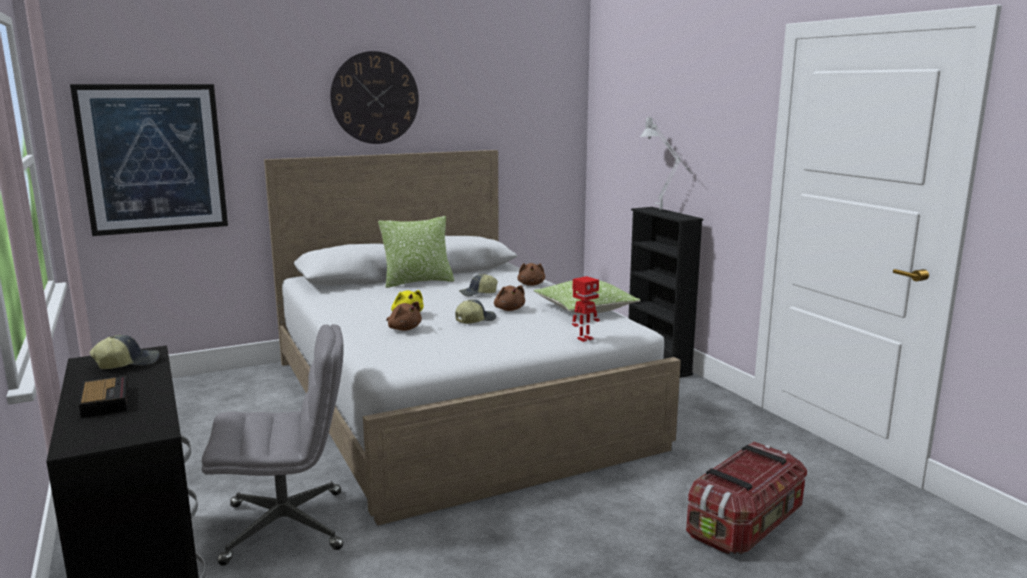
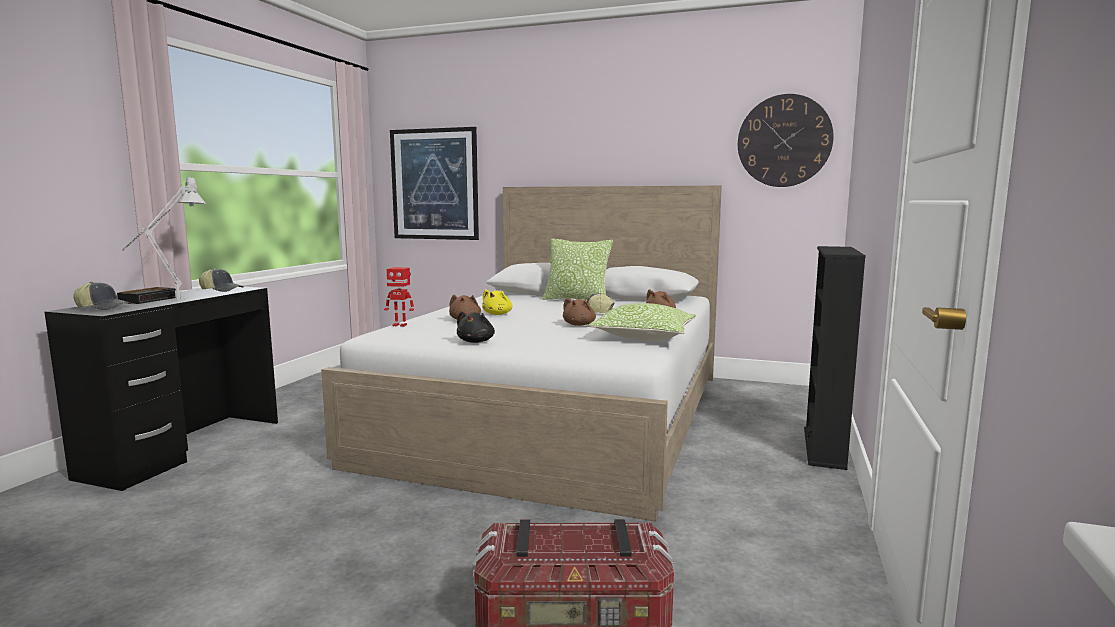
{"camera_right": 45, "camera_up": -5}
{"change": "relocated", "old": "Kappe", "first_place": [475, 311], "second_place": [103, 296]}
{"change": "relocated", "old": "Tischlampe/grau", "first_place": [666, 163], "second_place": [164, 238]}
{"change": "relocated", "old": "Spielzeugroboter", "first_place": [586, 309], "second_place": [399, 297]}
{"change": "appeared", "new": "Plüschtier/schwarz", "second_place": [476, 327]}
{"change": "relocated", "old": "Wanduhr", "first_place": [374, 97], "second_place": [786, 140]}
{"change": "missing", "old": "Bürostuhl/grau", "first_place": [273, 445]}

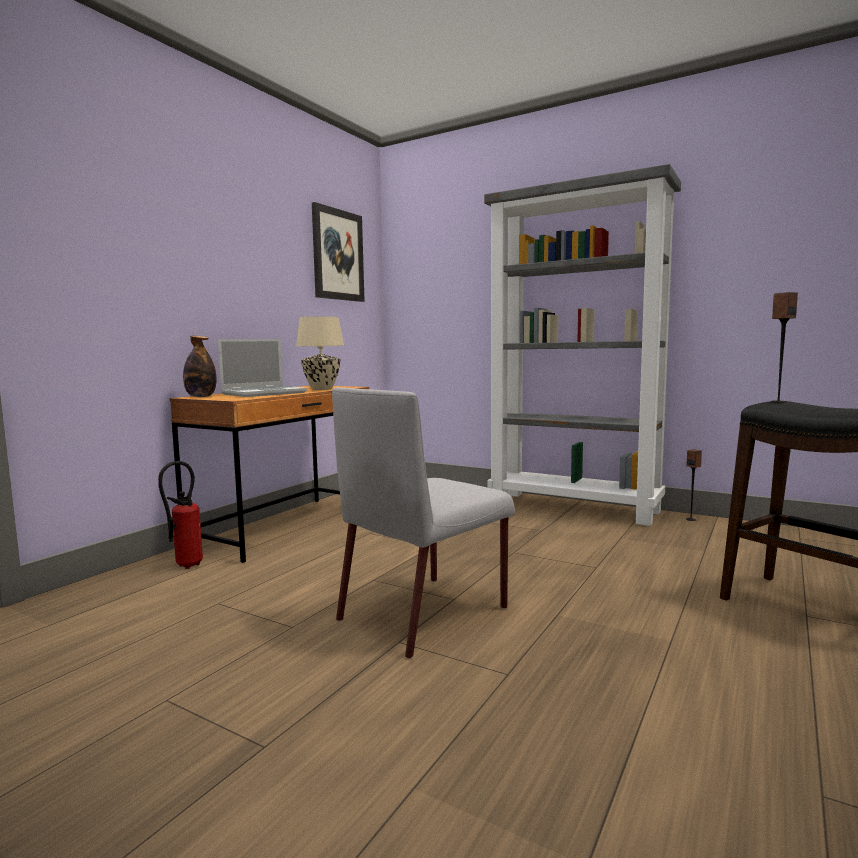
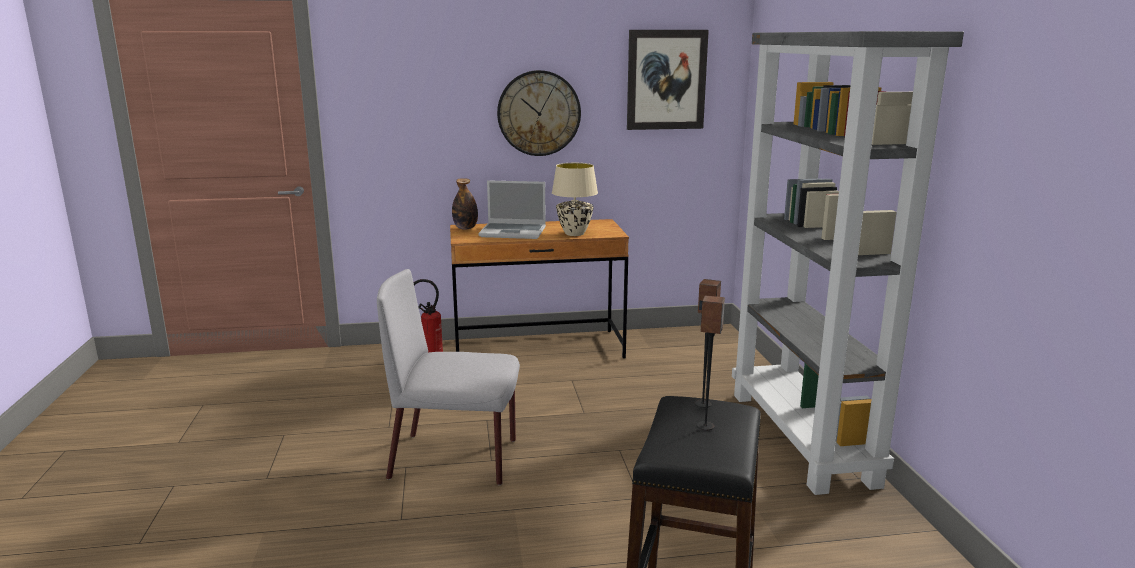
{"camera_right": 50, "camera_up": 10}
{"change": "appeared", "new": "Wanduhr", "second_place": [539, 113]}
{"change": "relocated", "old": "Lautsprecher", "first_place": [694, 485], "second_place": [711, 363]}

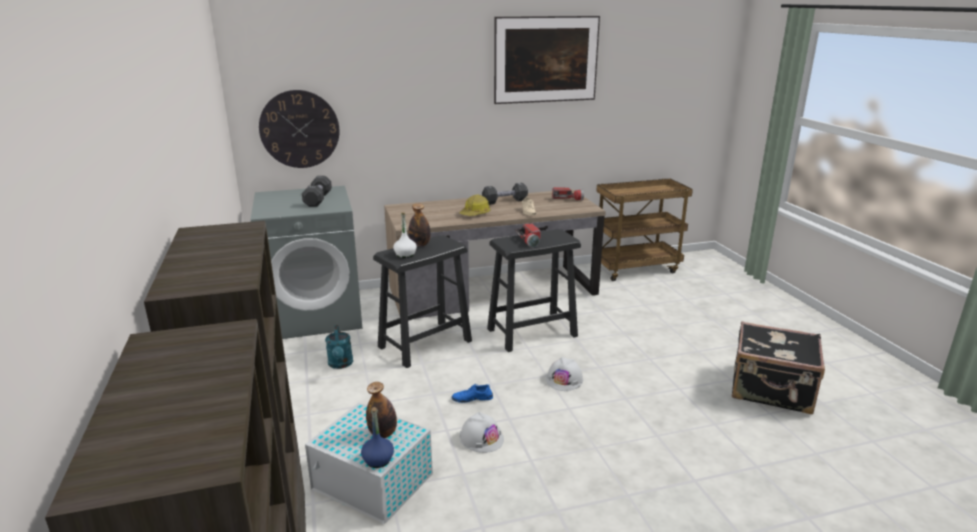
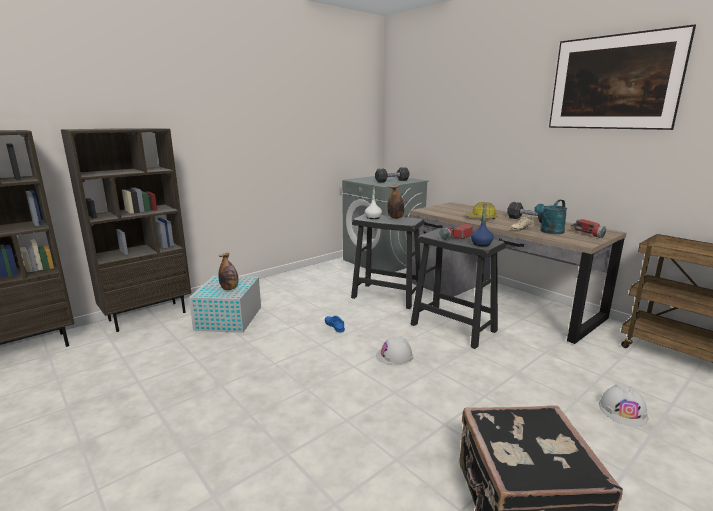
{"camera_right": 65, "camera_up": -5}
{"change": "relocated", "old": "Flasche/blau", "first_place": [377, 437], "second_place": [482, 224]}
{"change": "relocated", "old": "Gießkanne/türkis", "first_place": [339, 347], "second_place": [550, 217]}
{"change": "relocated", "old": "Schutzhelm/weiß", "first_place": [482, 432], "second_place": [623, 405]}
{"change": "missing", "old": "Wanduhr", "first_place": [299, 129]}

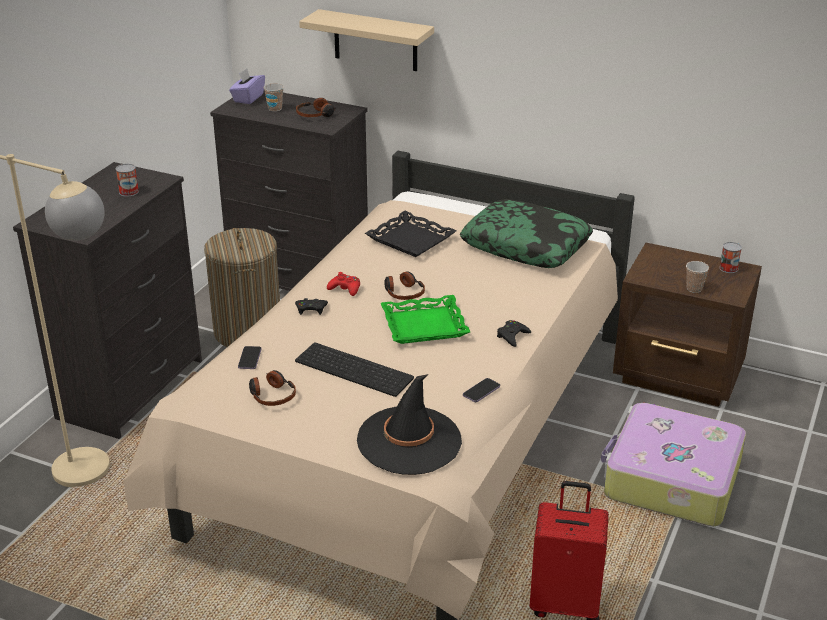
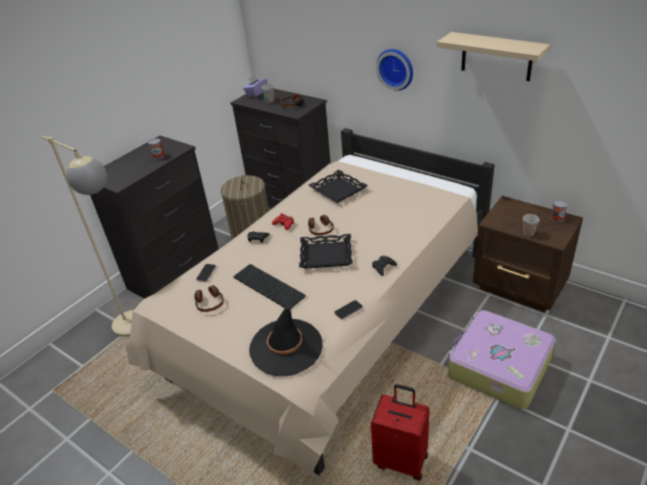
{"camera_right": 15, "camera_up": 5}
{"change": "colour", "old": "Tablett/grün", "new": "Tablett/schwarz", "first_place": [425, 319], "second_place": [326, 251]}
{"change": "appeared", "new": "Wanduhr", "second_place": [394, 70]}
{"change": "relocated", "old": "Wandregal/beige", "first_place": [366, 40], "second_place": [493, 56]}
{"change": "missing", "old": "Kissen", "first_place": [526, 233]}

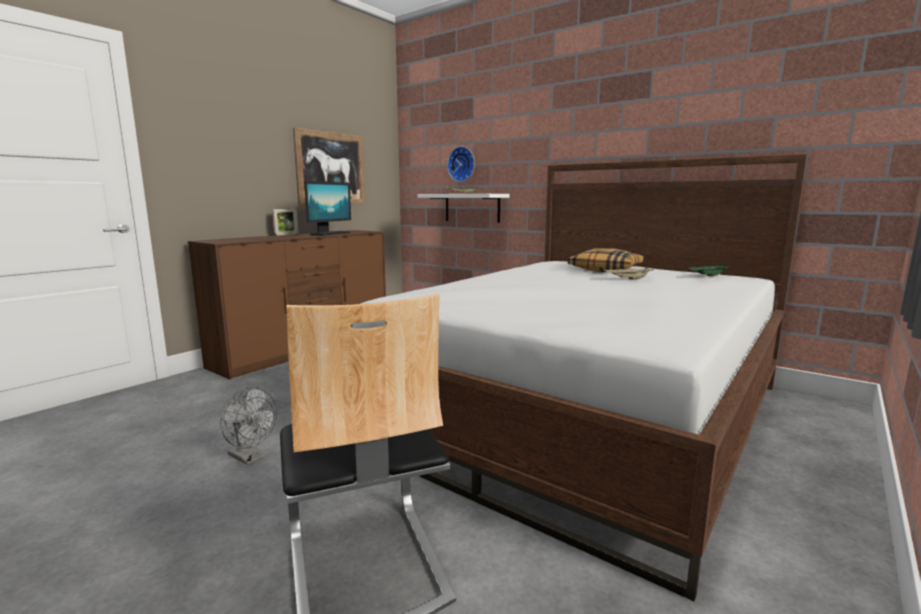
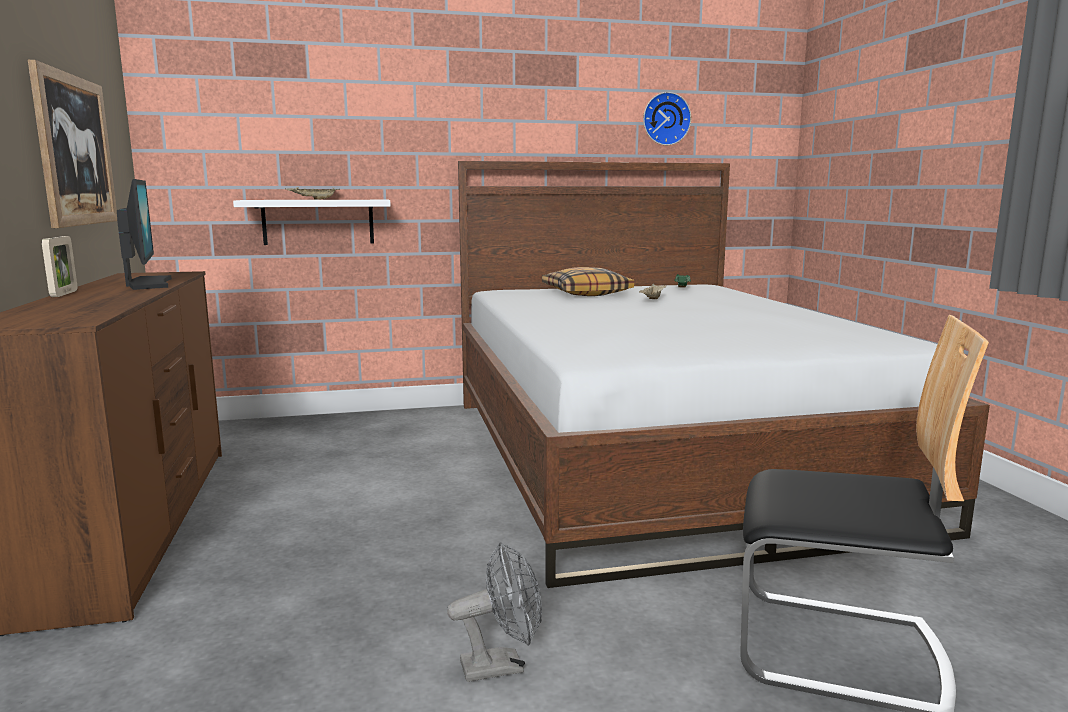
{"camera_right": -50, "camera_up": 0}
{"change": "relocated", "old": "Wanduhr", "first_place": [461, 164], "second_place": [667, 118]}

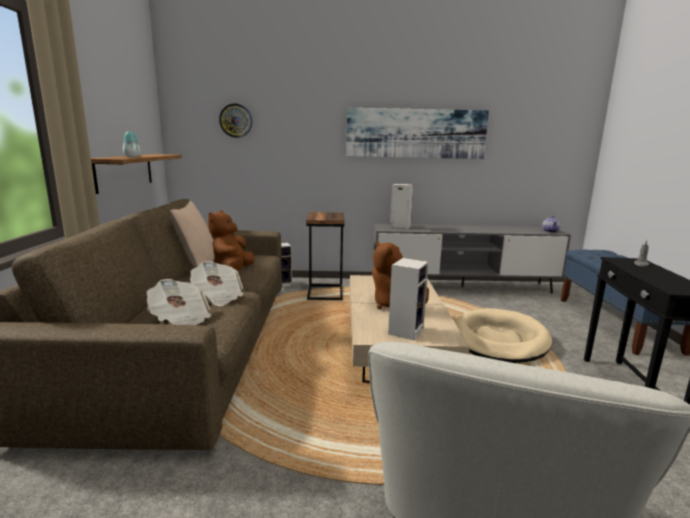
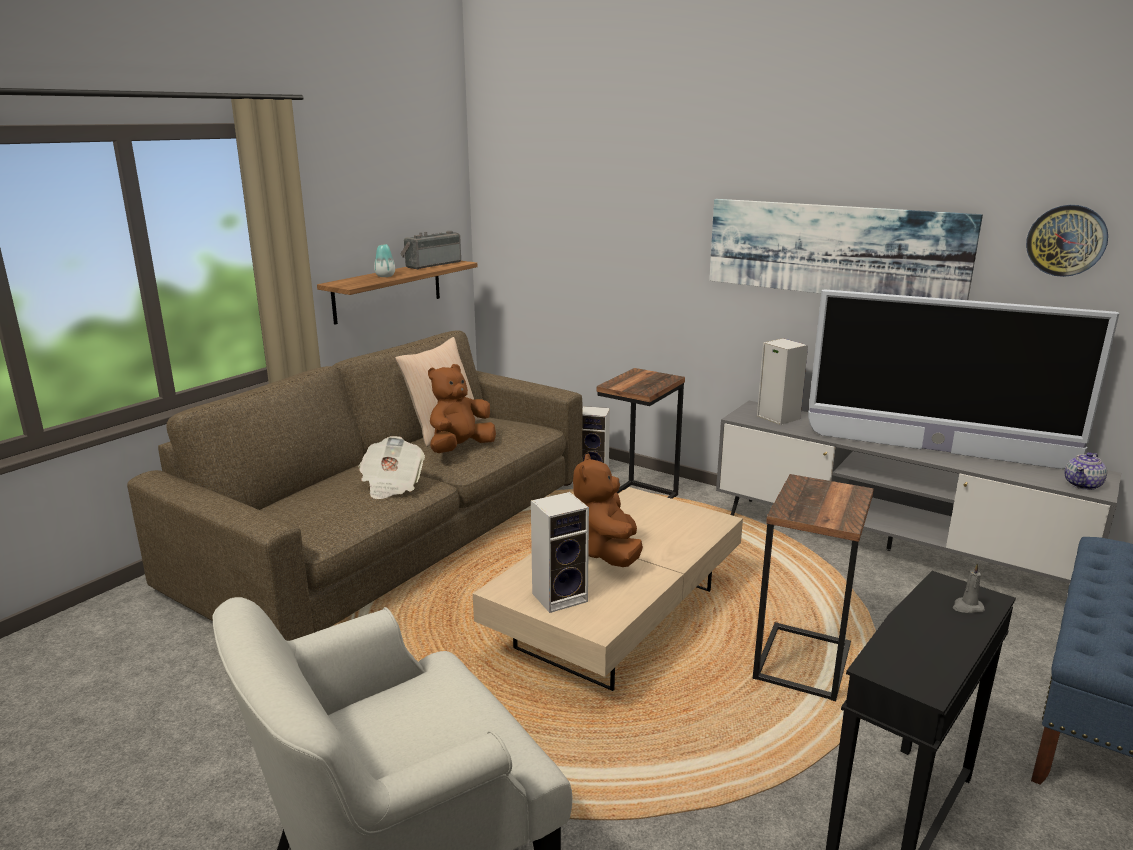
{"camera_right": 35, "camera_up": 5}
{"change": "appeared", "new": "Radio", "second_place": [431, 250]}
{"change": "exchanged", "old": "Hundebett/beige", "new": "Beistelltisch", "first_place": [503, 335], "second_place": [813, 587]}
{"change": "appeared", "new": "Fernseher", "second_place": [963, 379]}
{"change": "relocated", "old": "Wanduhr", "first_place": [235, 121], "second_place": [1067, 241]}
{"change": "missing", "old": "Zeitung", "first_place": [178, 302]}

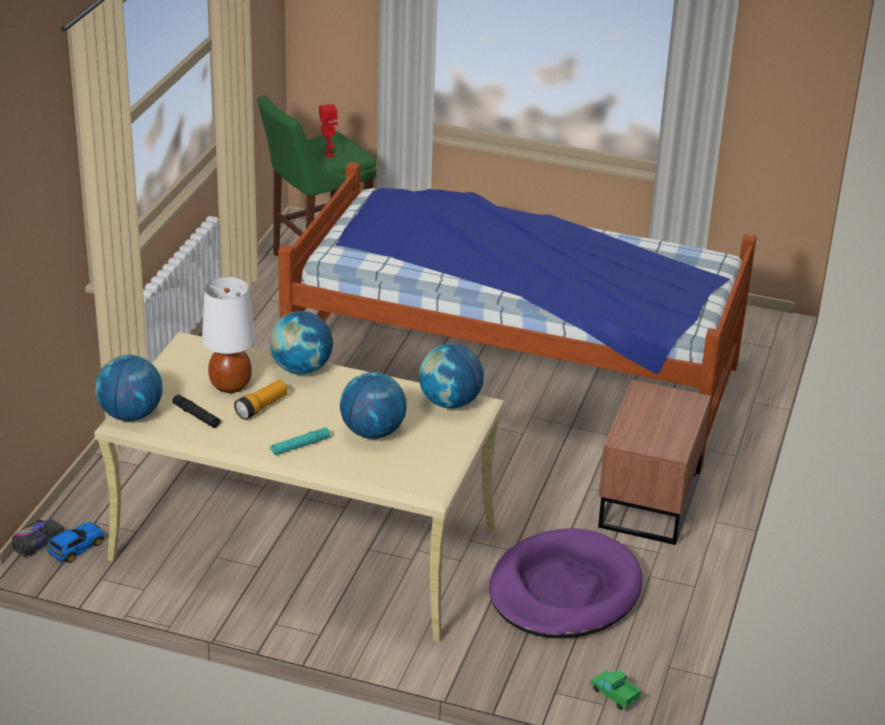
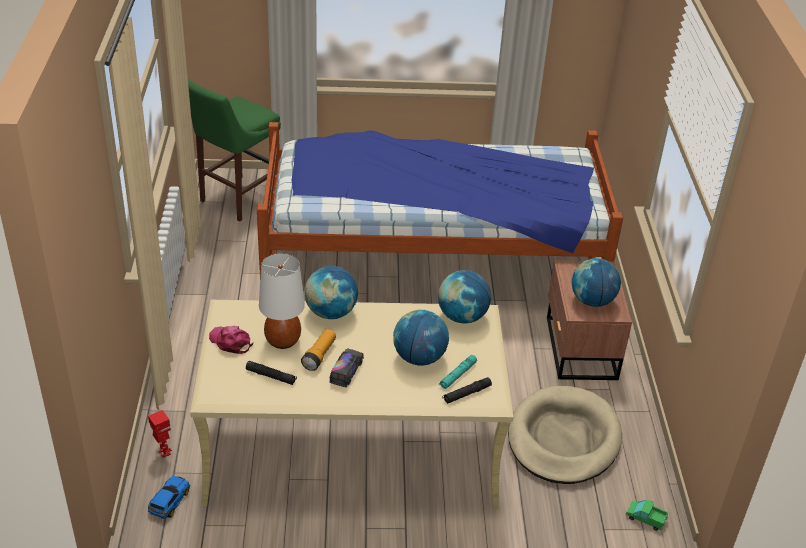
{"camera_right": -20, "camera_up": 5}
{"change": "relocated", "old": "Spielzeugroboter", "first_place": [328, 130], "second_place": [160, 434]}
{"change": "appeared", "new": "Kappe/rosa", "second_place": [231, 340]}
{"change": "relocated", "old": "Spielzeuglaster", "first_place": [38, 538], "second_place": [346, 367]}
{"change": "relocated", "old": "Taschenlampe/türkis", "first_place": [300, 441], "second_place": [458, 372]}
{"change": "appeared", "new": "Taschenlampe/schwarz", "second_place": [467, 390]}
{"change": "colour", "old": "Hundebett/lila", "new": "Hundebett/beige", "first_place": [565, 583], "second_place": [565, 435]}
{"change": "relocated", "old": "Globus", "first_place": [128, 388], "second_place": [596, 282]}

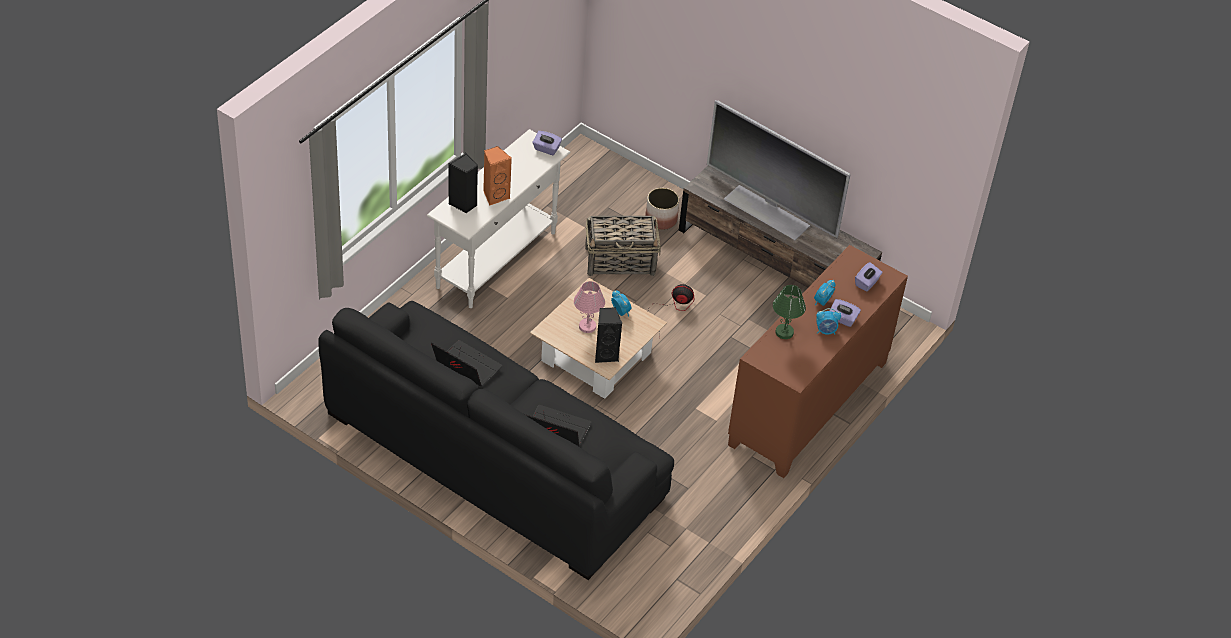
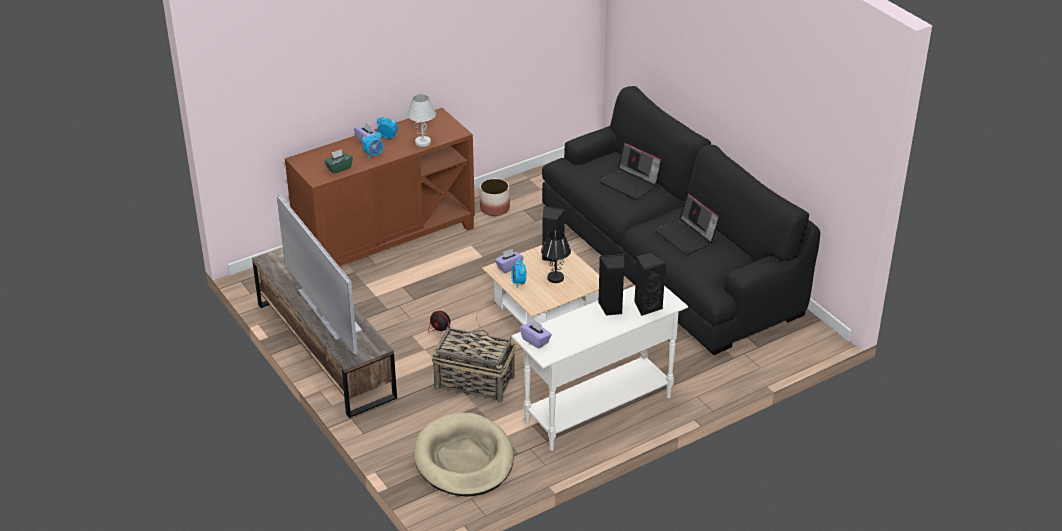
{"camera_right": -155, "camera_up": -10}
{"change": "appeared", "new": "Taschentuchbox/grün", "second_place": [338, 161]}
{"change": "colour", "old": "Tischlampe/grün", "new": "Tischlampe/weiß", "first_place": [789, 312], "second_place": [421, 120]}
{"change": "appeared", "new": "Hundebett/beige", "second_place": [463, 454]}
{"change": "relocated", "old": "Pflanzkübel", "first_place": [662, 209], "second_place": [495, 197]}
{"change": "relocated", "old": "Taschentuchbox/lila", "first_place": [869, 277], "second_place": [509, 261]}
{"change": "colour", "old": "Tischlampe/rosa", "new": "Tischlampe/schwarz", "first_place": [589, 307], "second_place": [556, 256]}
{"change": "colour", "old": "Lautsprecher/orange", "new": "Lautsprecher/schwarz", "first_place": [497, 176], "second_place": [611, 285]}

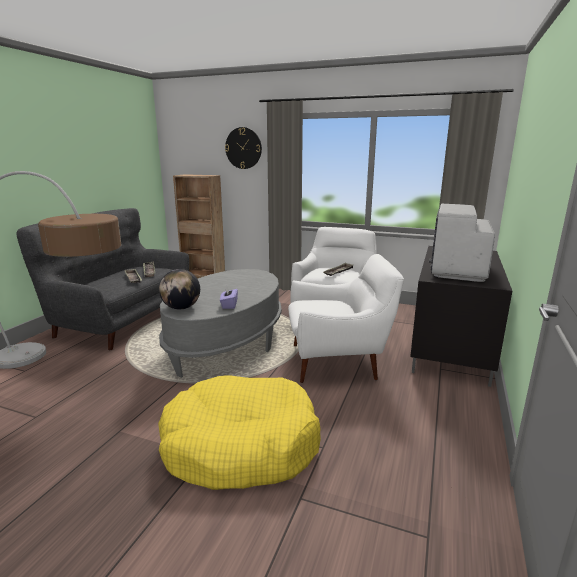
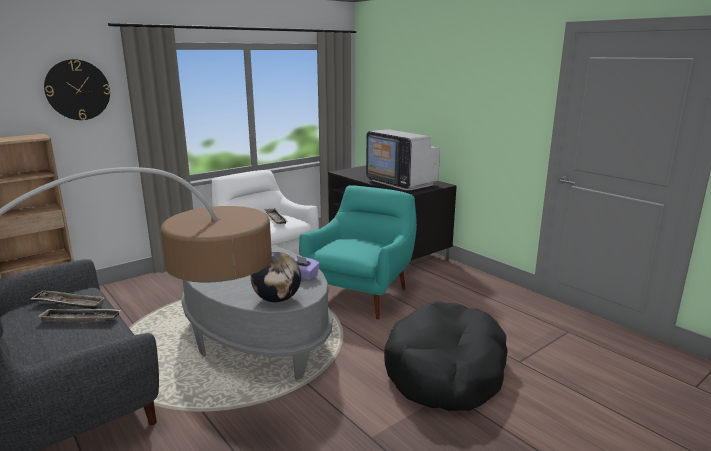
{"camera_right": -60, "camera_up": 0}
{"change": "colour", "old": "Sessel/weiß", "new": "Sessel/türkis", "first_place": [346, 318], "second_place": [358, 252]}
{"change": "colour", "old": "Hundebett/gelb", "new": "Hundebett/schwarz", "first_place": [239, 432], "second_place": [446, 356]}

